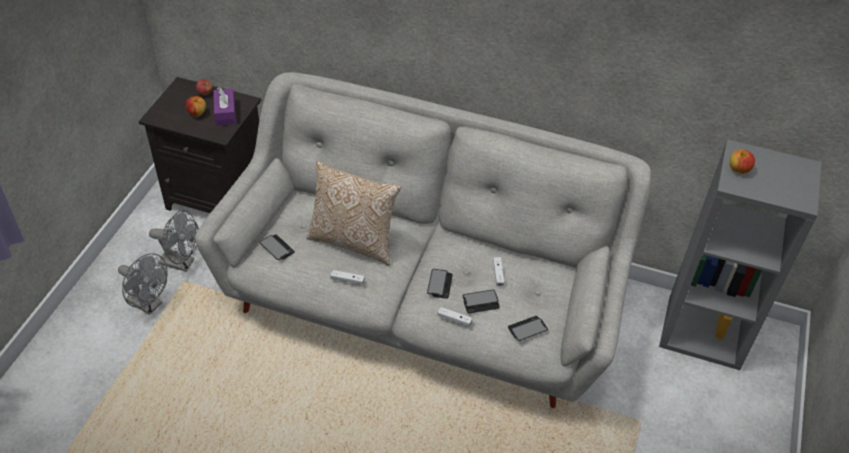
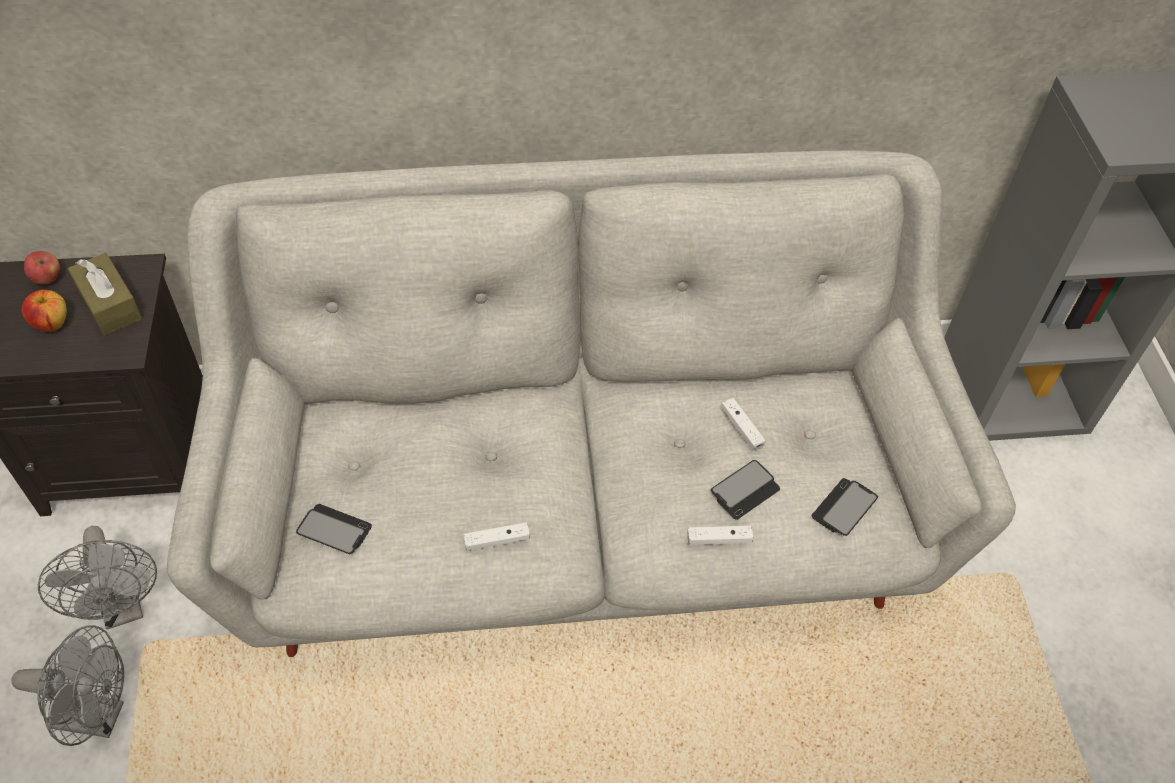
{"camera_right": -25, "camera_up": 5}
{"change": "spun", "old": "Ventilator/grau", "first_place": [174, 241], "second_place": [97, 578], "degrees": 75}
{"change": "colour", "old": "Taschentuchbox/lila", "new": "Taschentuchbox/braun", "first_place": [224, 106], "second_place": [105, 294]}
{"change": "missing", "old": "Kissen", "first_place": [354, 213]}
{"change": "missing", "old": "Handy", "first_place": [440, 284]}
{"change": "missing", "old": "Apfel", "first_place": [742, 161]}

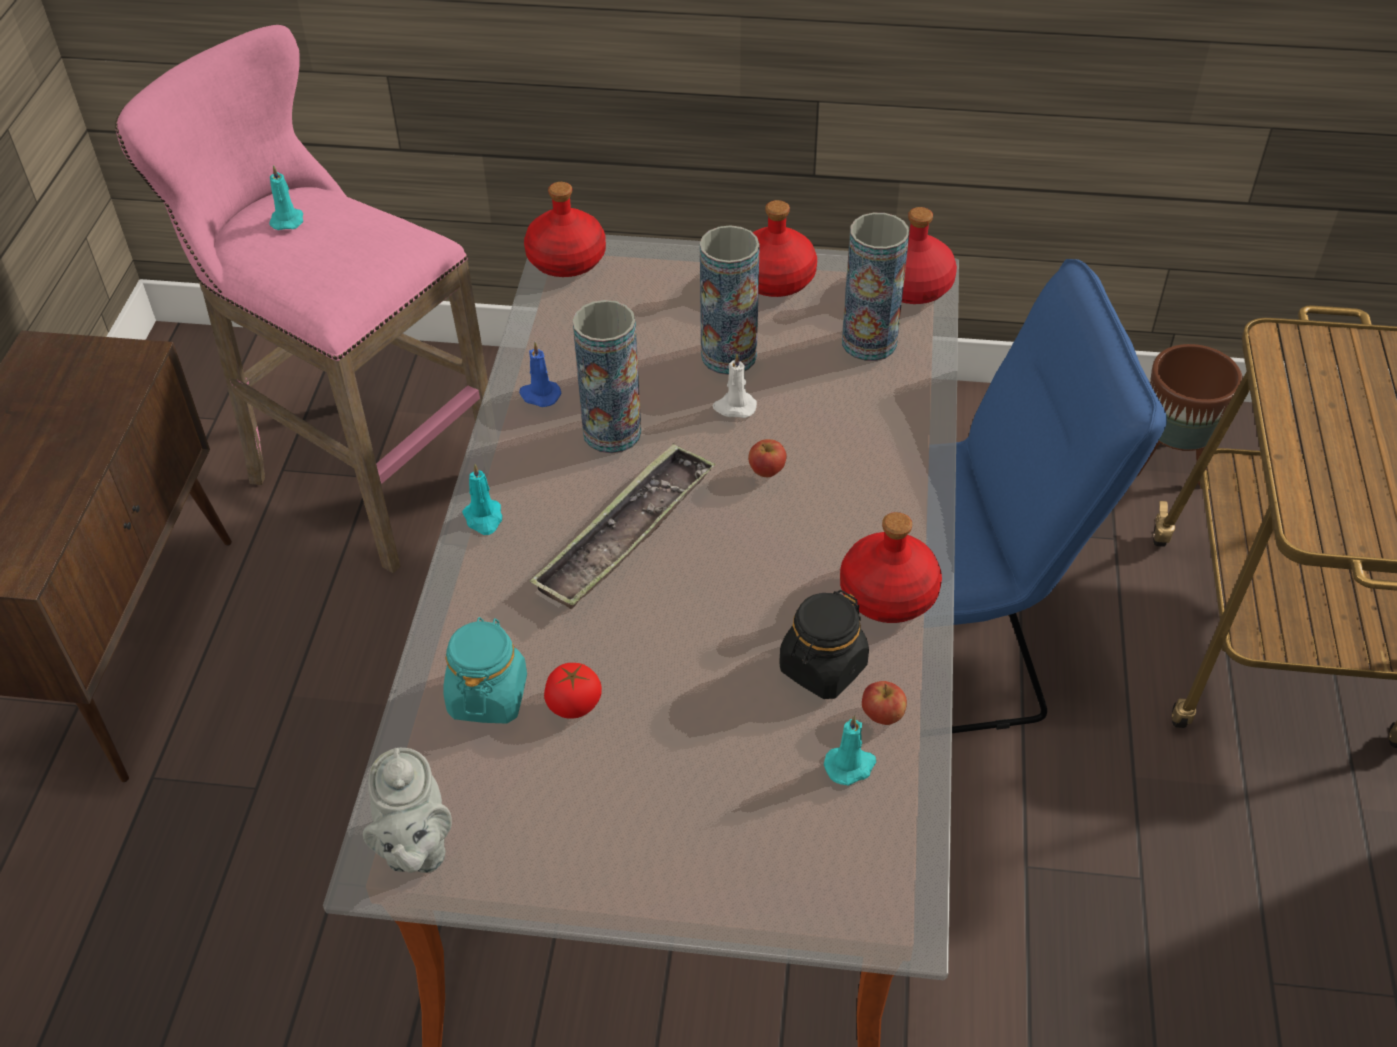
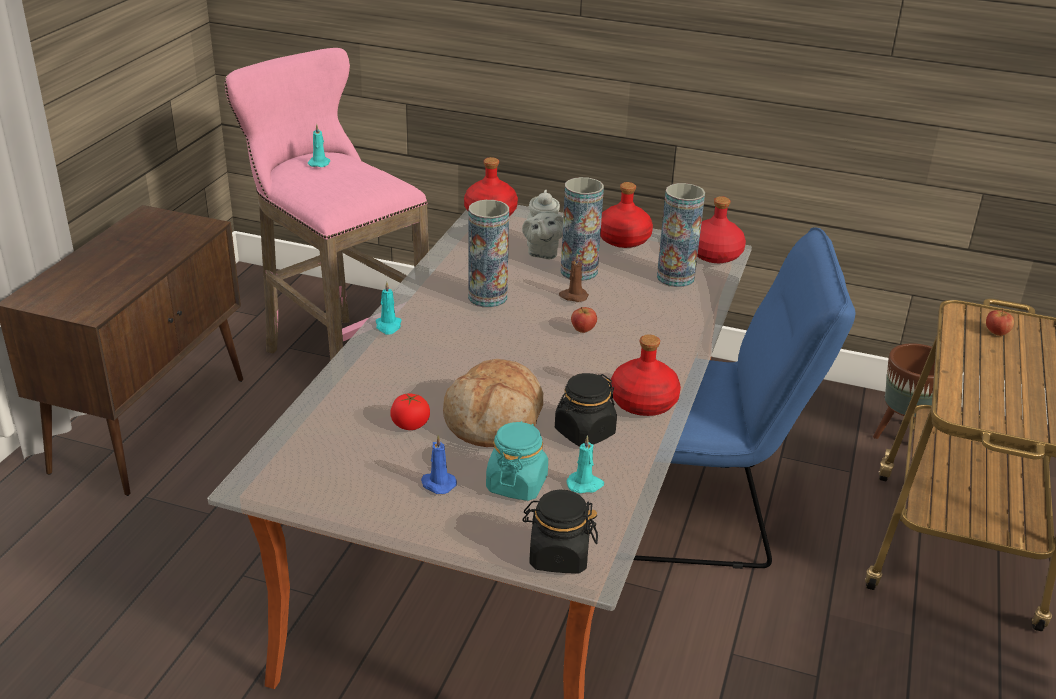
{"camera_right": 10, "camera_up": -15}
{"change": "relocated", "old": "Kerze/blau", "first_place": [540, 374], "second_place": [439, 464]}
{"change": "appeared", "new": "Brot", "second_place": [493, 403]}
{"change": "relocated", "old": "Vorratsglas/türkis", "first_place": [485, 670], "second_place": [517, 461]}
{"change": "relocated", "old": "Teekanne/grau", "first_place": [407, 810], "second_place": [542, 224]}
{"change": "appeared", "new": "Vorratsglas/schwarz", "second_place": [560, 531]}
{"change": "colour", "old": "Kerze/weiß", "new": "Kerze/braun", "first_place": [735, 385], "second_place": [574, 278]}
{"change": "relocated", "old": "Apfel", "first_place": [884, 703], "second_place": [1000, 322]}
{"change": "missing", "old": "Tablett", "first_place": [622, 526]}

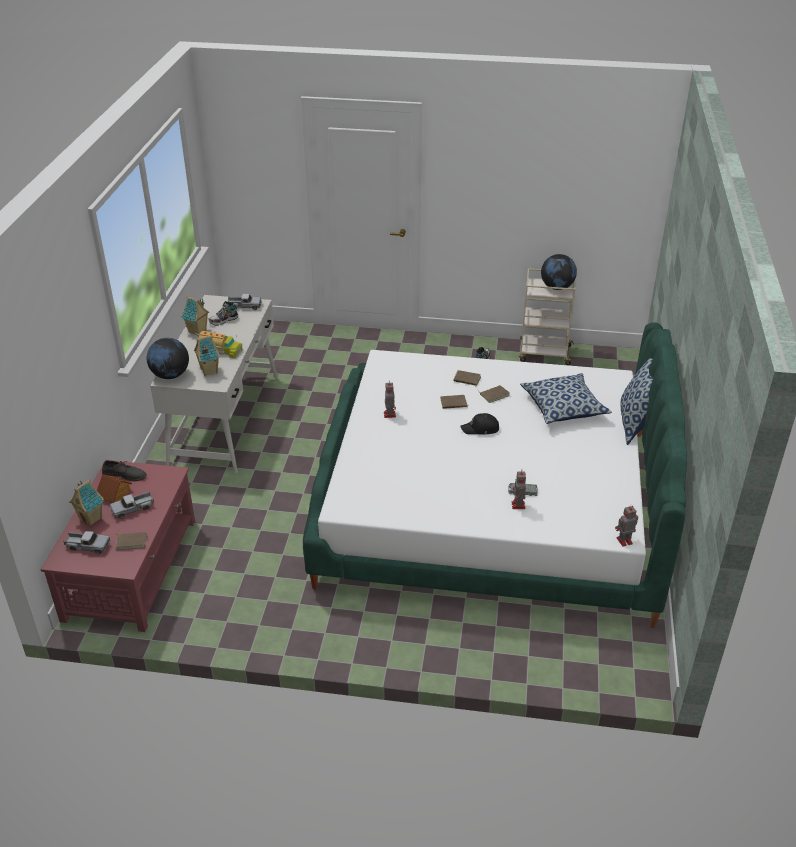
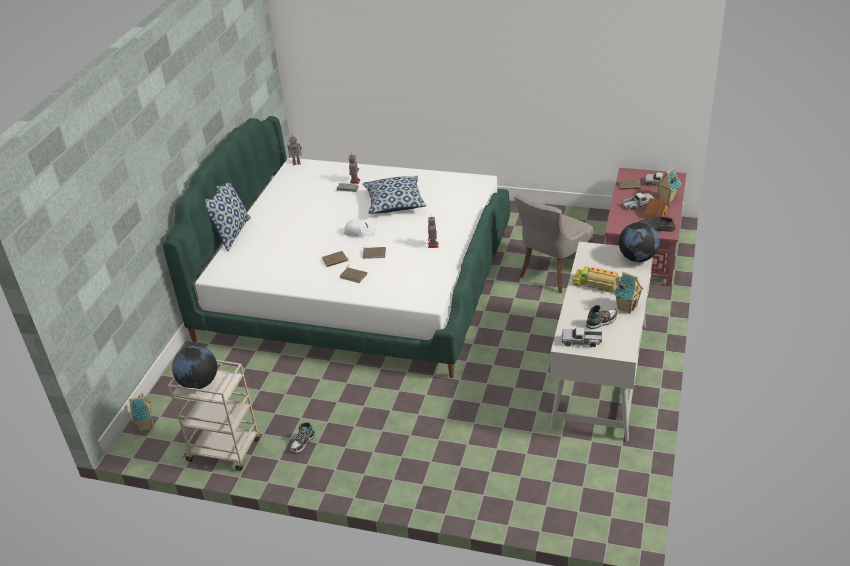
{"camera_right": -170, "camera_up": 0}
{"change": "relocated", "old": "Spielzeughaus", "first_place": [207, 355], "second_place": [141, 412]}
{"change": "colour", "old": "Kappe/schwarz", "new": "Kappe/weiß", "first_place": [479, 424], "second_place": [360, 228]}
{"change": "relocated", "old": "Kissen", "first_place": [566, 398], "second_place": [394, 195]}
{"change": "appeared", "new": "Stuhl/grau", "second_place": [553, 244]}

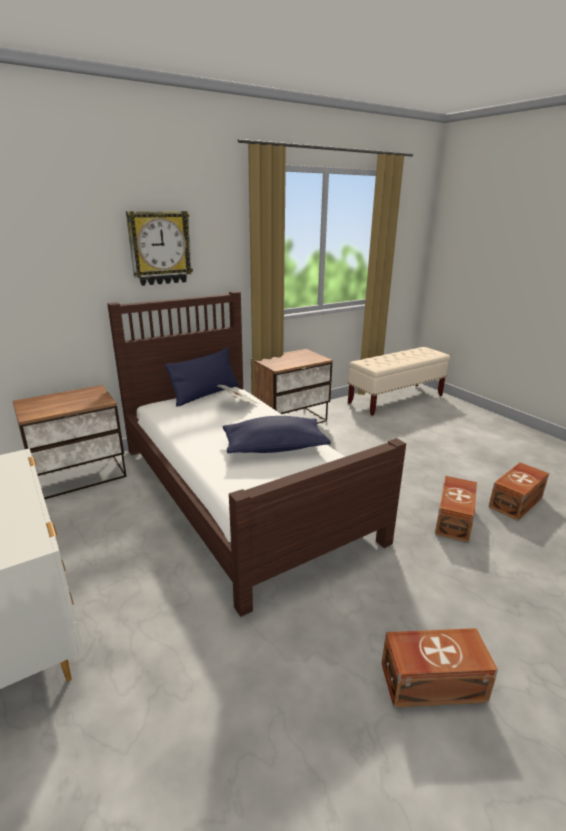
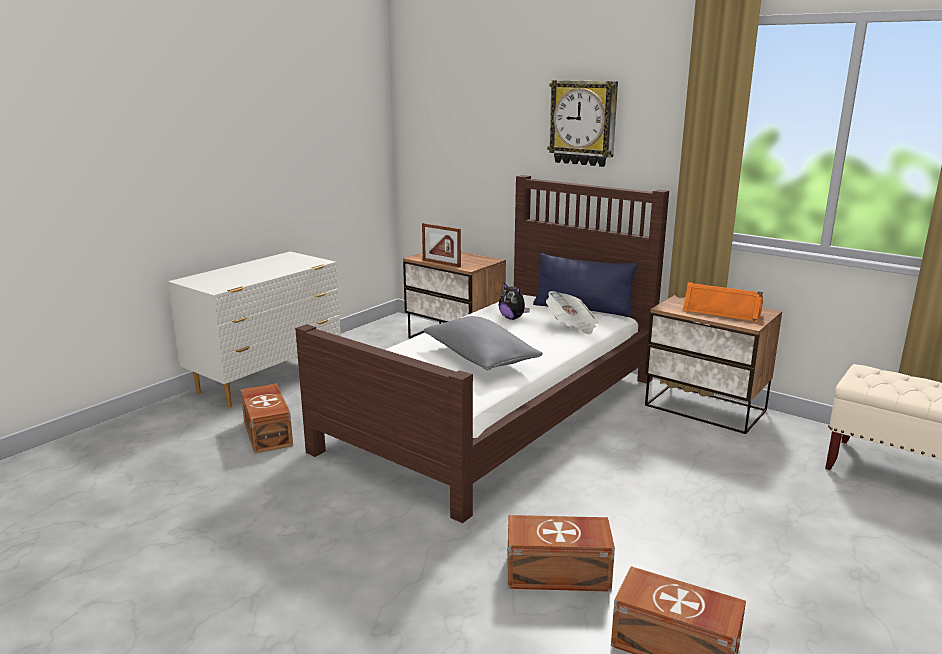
{"camera_right": 70, "camera_up": -5}
{"change": "relocated", "old": "Aufbewahrungsbox/braun", "first_place": [440, 668], "second_place": [266, 418]}
{"change": "appeared", "new": "Bilderrahmen", "second_place": [441, 245]}
{"change": "colour", "old": "Kissen/blau", "new": "Kissen/grau", "first_place": [277, 434], "second_place": [483, 343]}
{"change": "appeared", "new": "Plüschtier", "second_place": [514, 301]}
{"change": "appeared", "new": "Lautsprecher/orange", "second_place": [722, 302]}

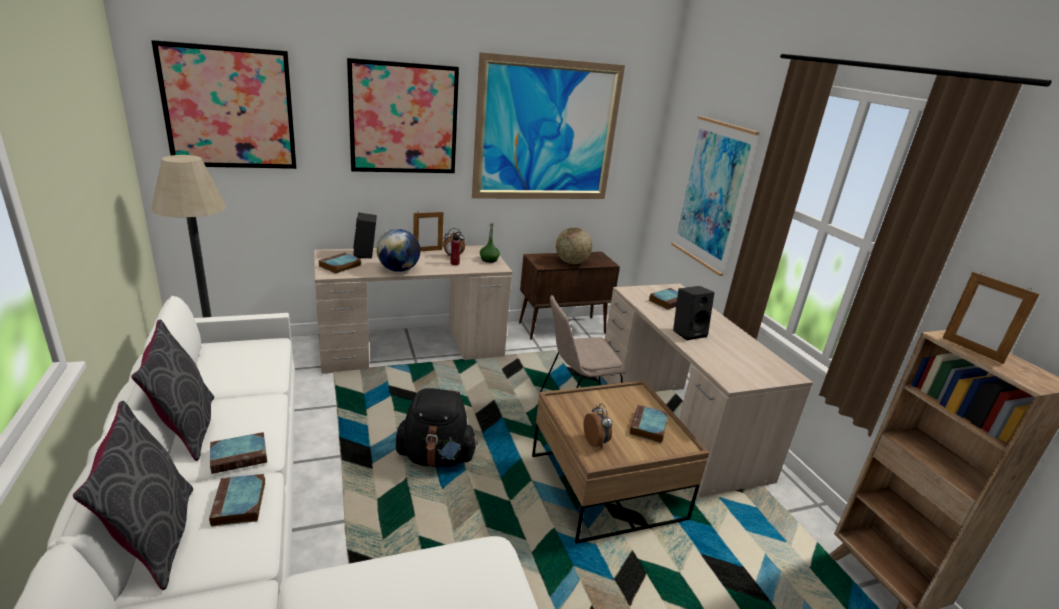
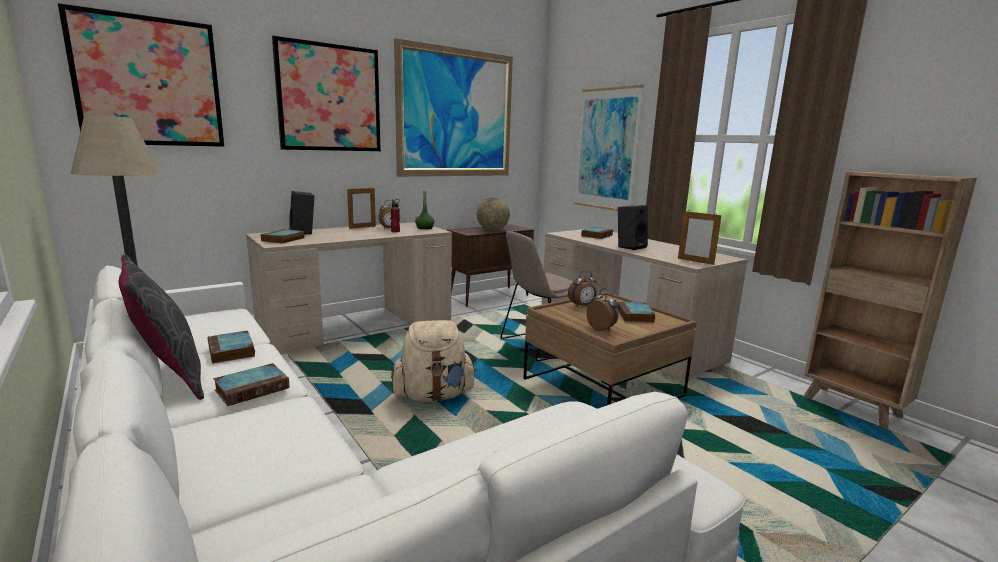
{"camera_right": -15, "camera_up": -10}
{"change": "relocated", "old": "Buch", "first_place": [237, 500], "second_place": [231, 347]}
{"change": "colour", "old": "Rucksack/schwarz", "new": "Rucksack/beige", "first_place": [437, 428], "second_place": [433, 361]}
{"change": "appeared", "new": "Wecker", "second_place": [582, 288]}
{"change": "relocated", "old": "Bilderrahmen", "first_place": [991, 318], "second_place": [700, 238]}
{"change": "missing", "old": "Kissen/grau", "first_place": [133, 495]}
{"change": "missing", "old": "Globus", "first_place": [398, 250]}

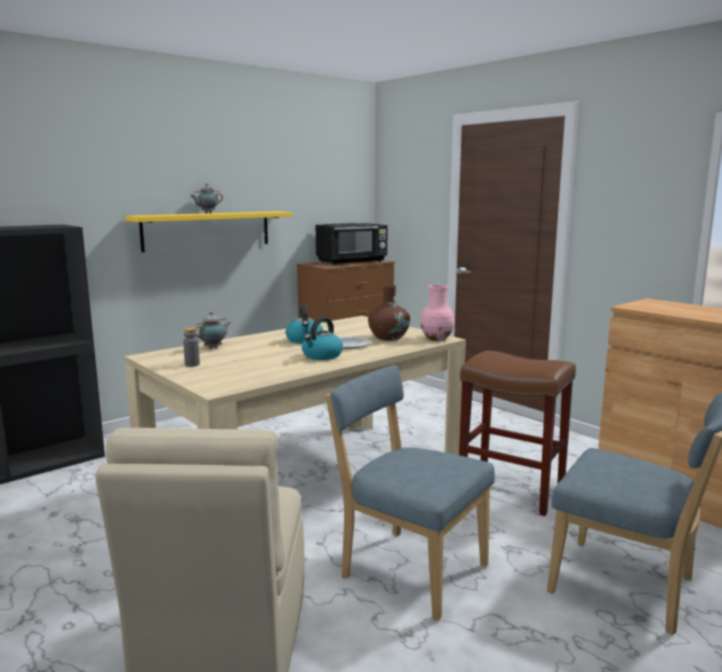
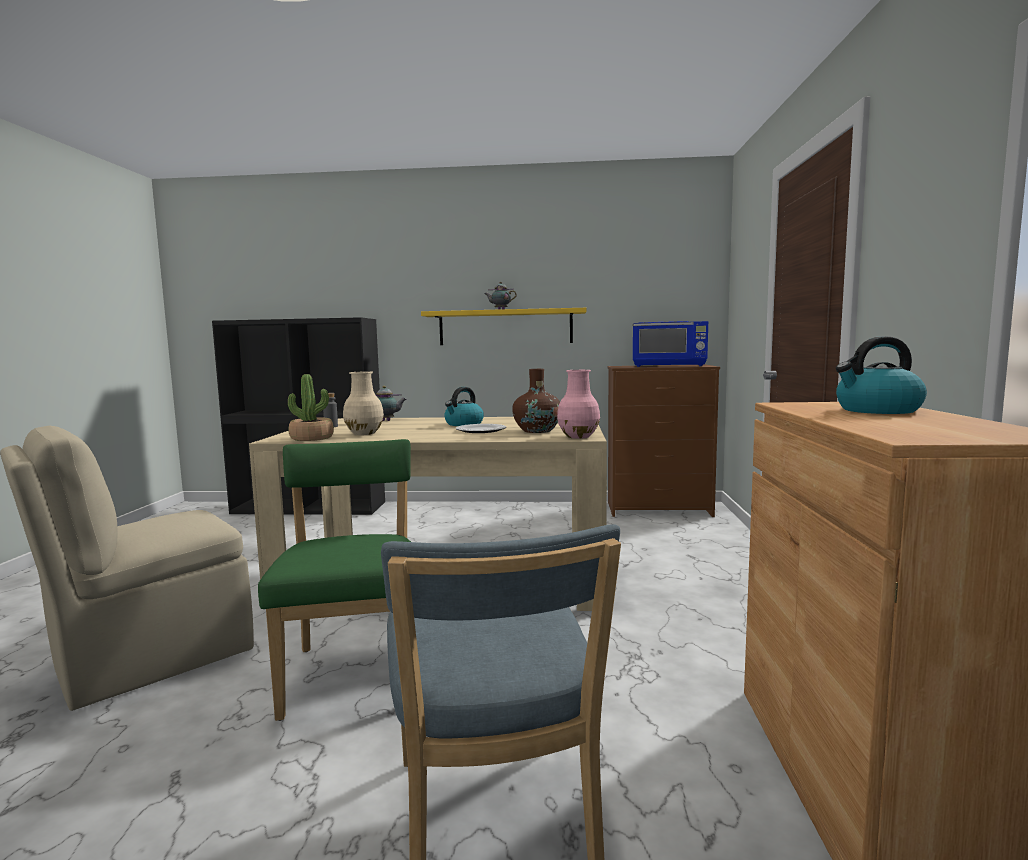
{"camera_right": 45, "camera_up": -5}
{"change": "colour", "old": "Stuhl/blau", "new": "Stuhl/grün", "first_place": [410, 493], "second_place": [334, 580]}
{"change": "appeared", "new": "Topfpflanze", "second_place": [311, 407]}
{"change": "appeared", "new": "Vase/beige", "second_place": [363, 403]}
{"change": "colour", "old": "Mikrowelle/schwarz", "new": "Mikrowelle/blau", "first_place": [352, 244], "second_place": [670, 344]}
{"change": "relocated", "old": "Wasserkessel", "first_place": [322, 338], "second_place": [881, 375]}
{"change": "missing", "old": "Hocker/braun", "first_place": [517, 433]}

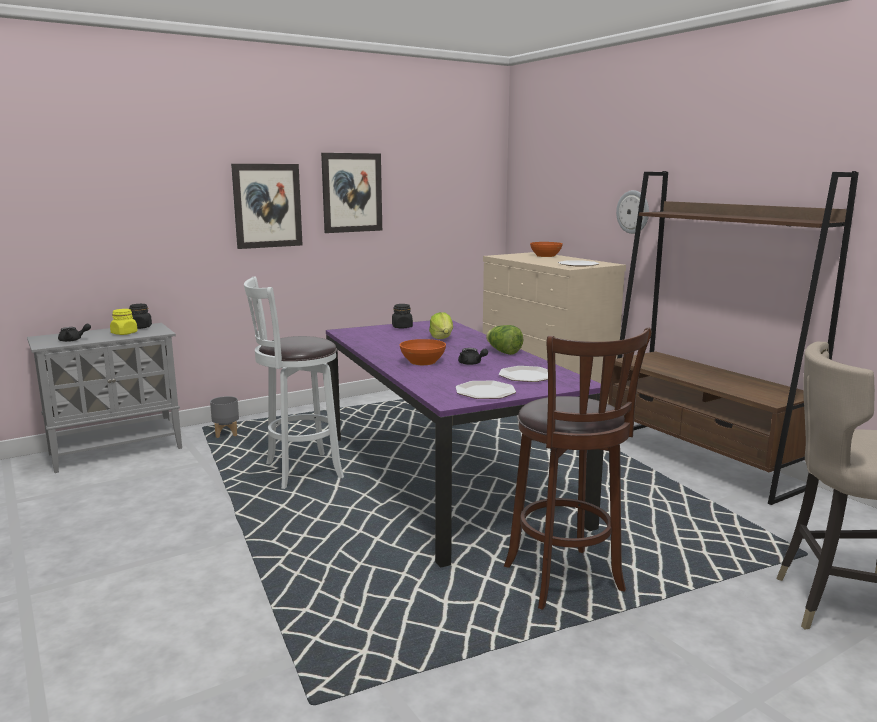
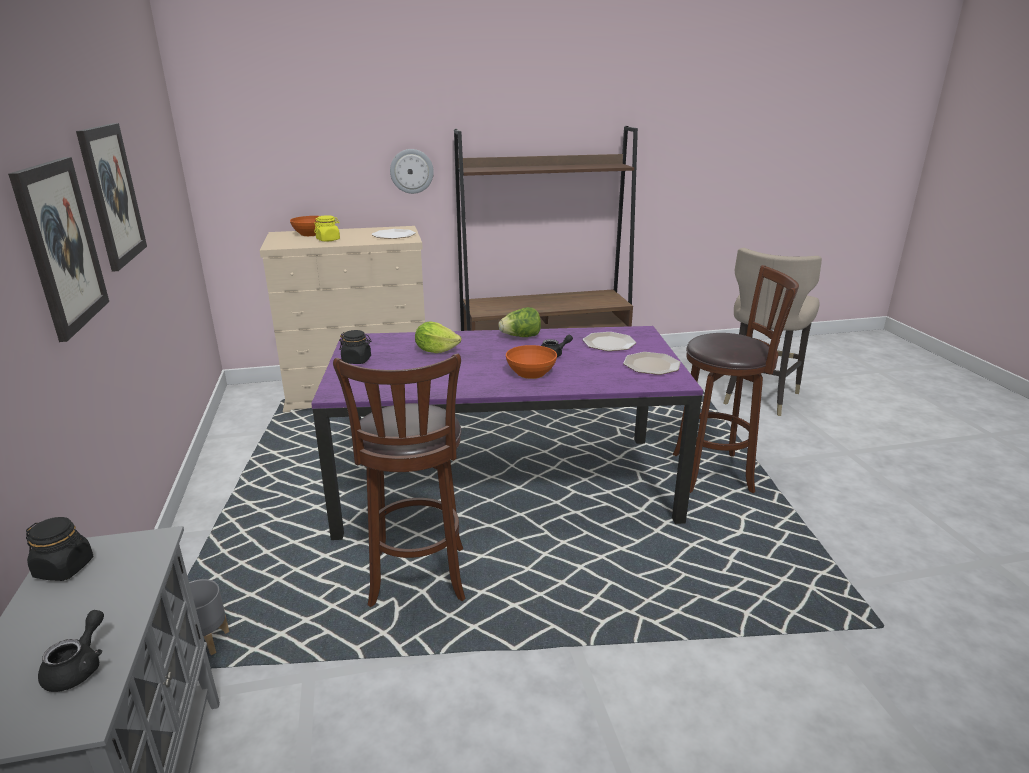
{"camera_right": -70, "camera_up": 10}
{"change": "relocated", "old": "Vorratsglas/gelb", "first_place": [124, 322], "second_place": [327, 228]}
{"change": "colour", "old": "Hocker/weiß", "new": "Hocker/braun", "first_place": [294, 382], "second_place": [399, 480]}

